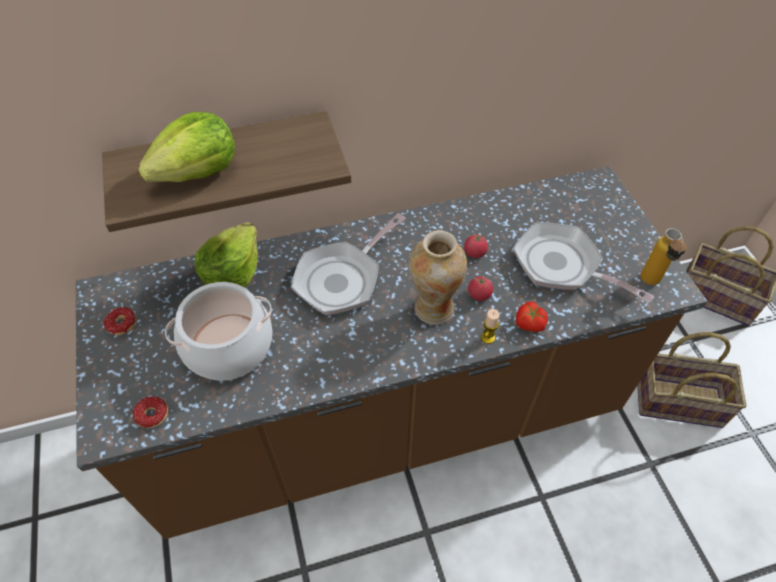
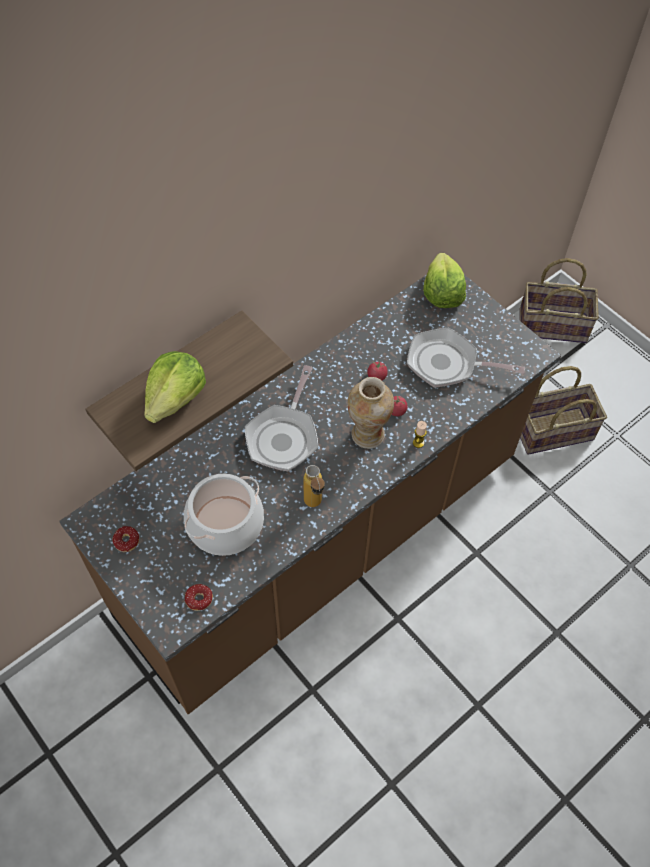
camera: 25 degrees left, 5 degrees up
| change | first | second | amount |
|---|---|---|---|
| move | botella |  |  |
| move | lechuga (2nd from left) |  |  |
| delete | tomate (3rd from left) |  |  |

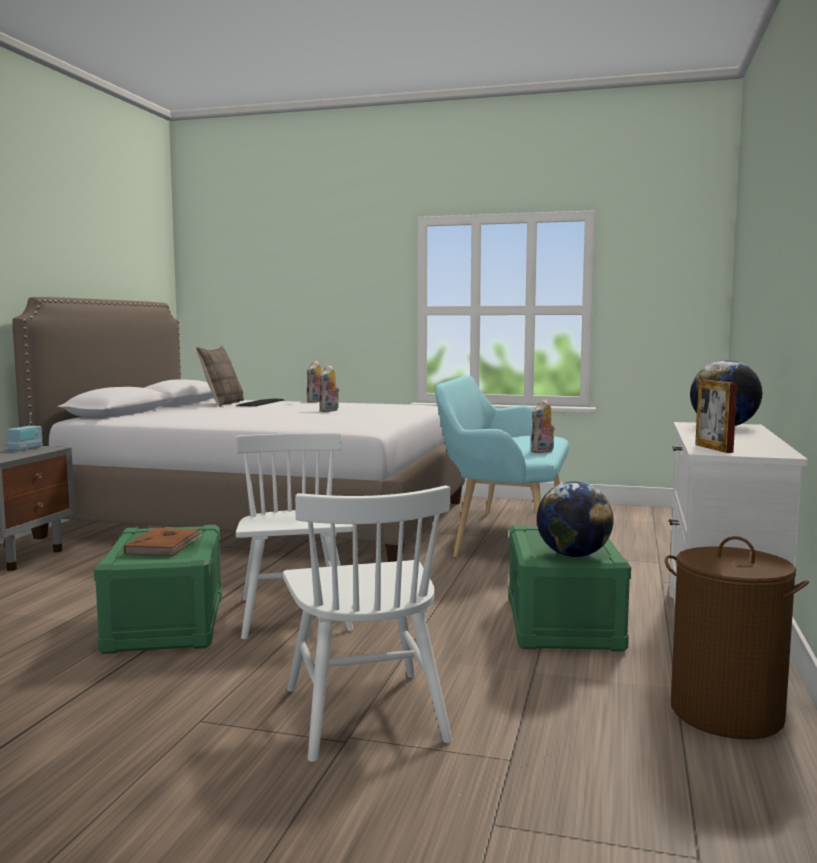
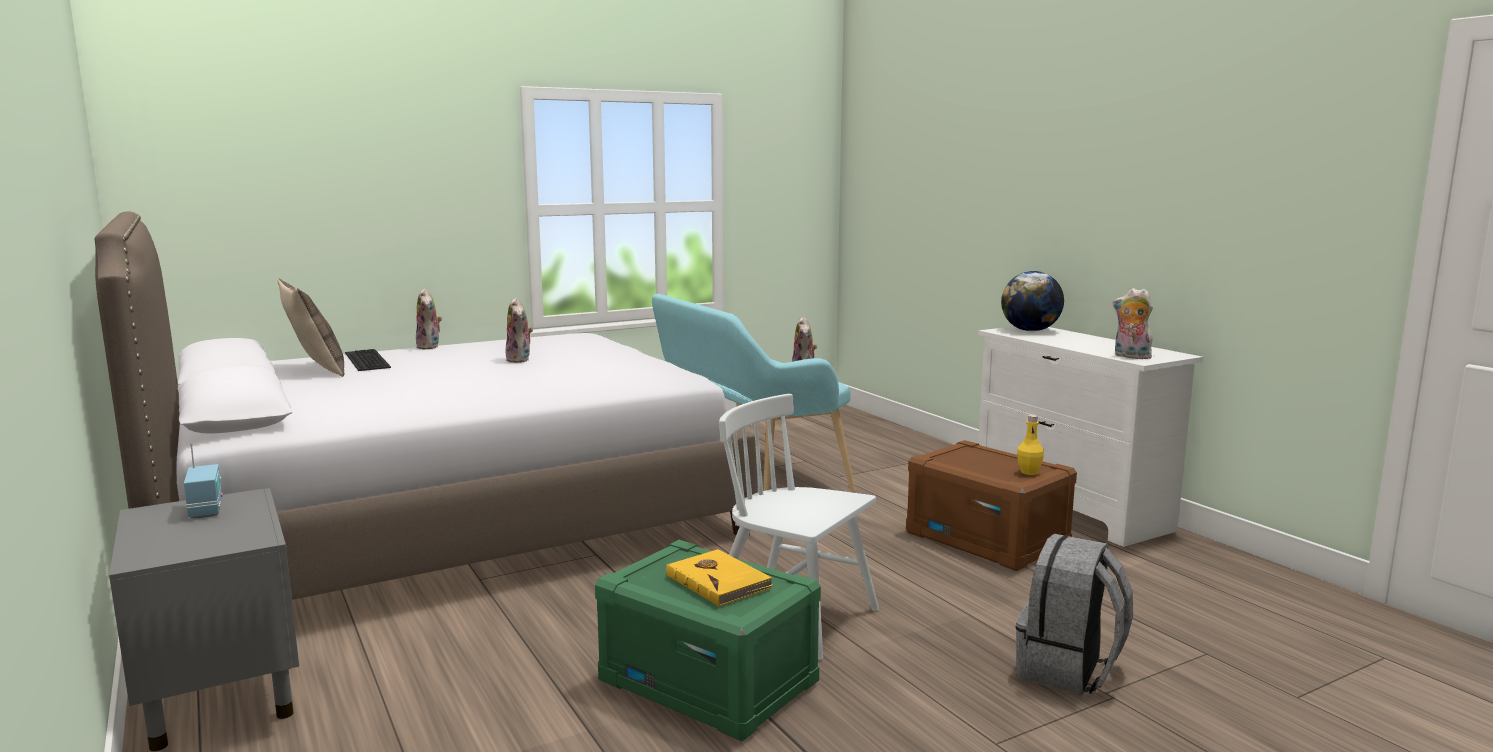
camera: 45 degrees left, 5 degrees up
| change | first | second | amount |
|---|---|---|---|
| recolor | libro (marrón) | libro (amarillo) |  |
| recolor | caja de almacenaje (verde) (2nd from left) | caja de almacenaje (marrón) |  |
| replace | silla (blanco) (2nd from left) | mochila (gris) |  |
| replace | globo terráqueo (1st from left) | botella (amarillo) |  |
| replace | portarretratos | peluche (4th from left) |  |
| delete | cesto de la ropa (marrón) |  |  |

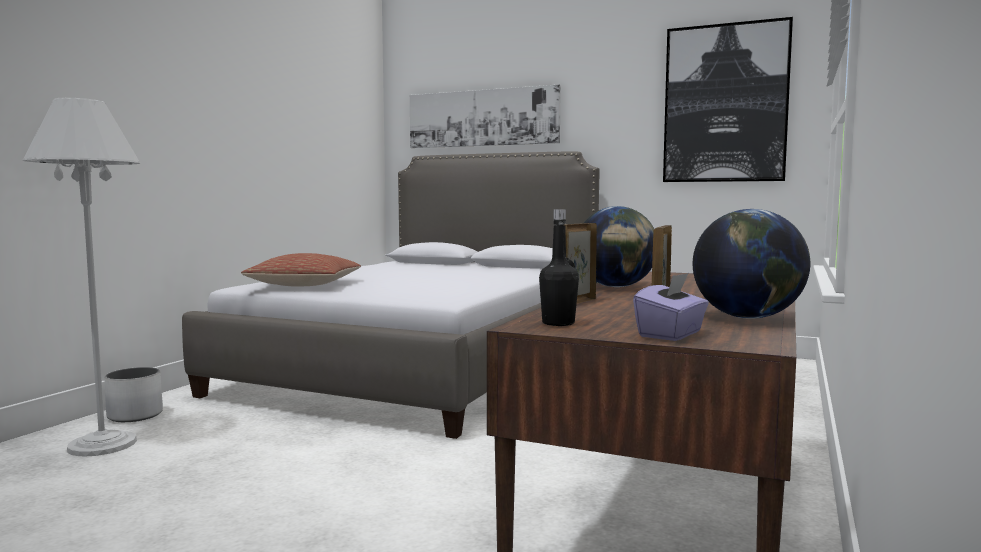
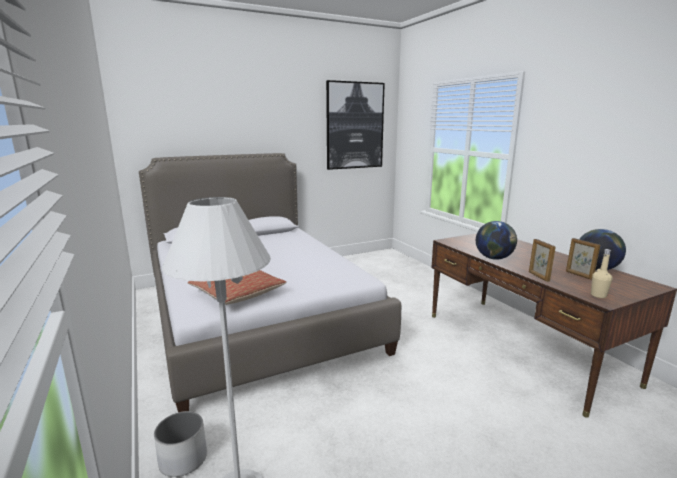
camera: 50 degrees left, 10 degrees up
| change | first | second | amount |
|---|---|---|---|
| recolor | botella (negro) | botella (beis) |  |
| delete | cuadro (1st from left) |  |  |
| delete | caja de pañuelos (morado) |  |  |

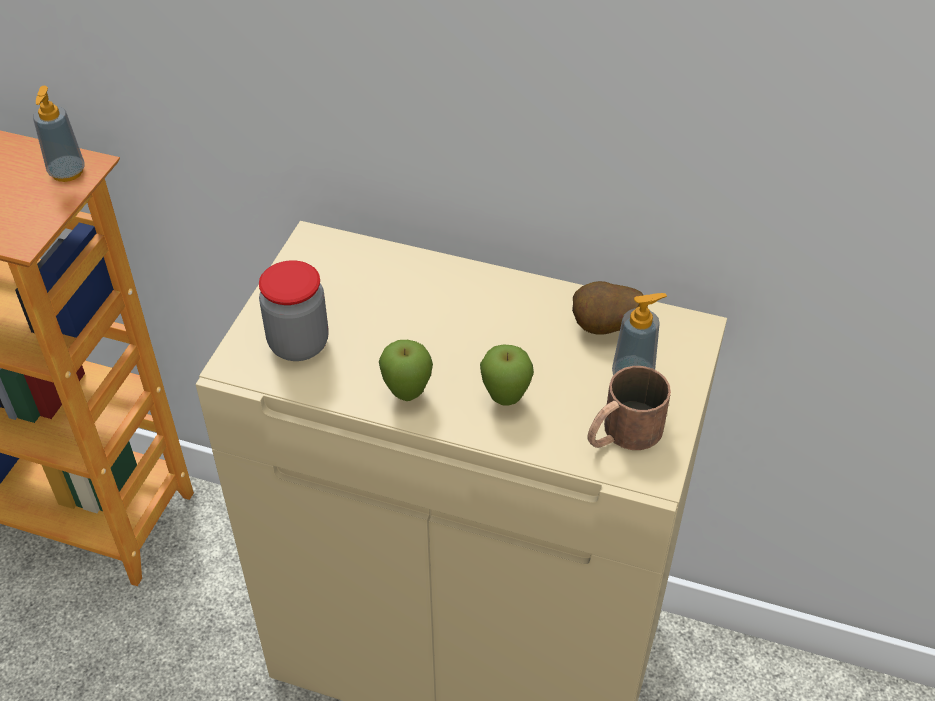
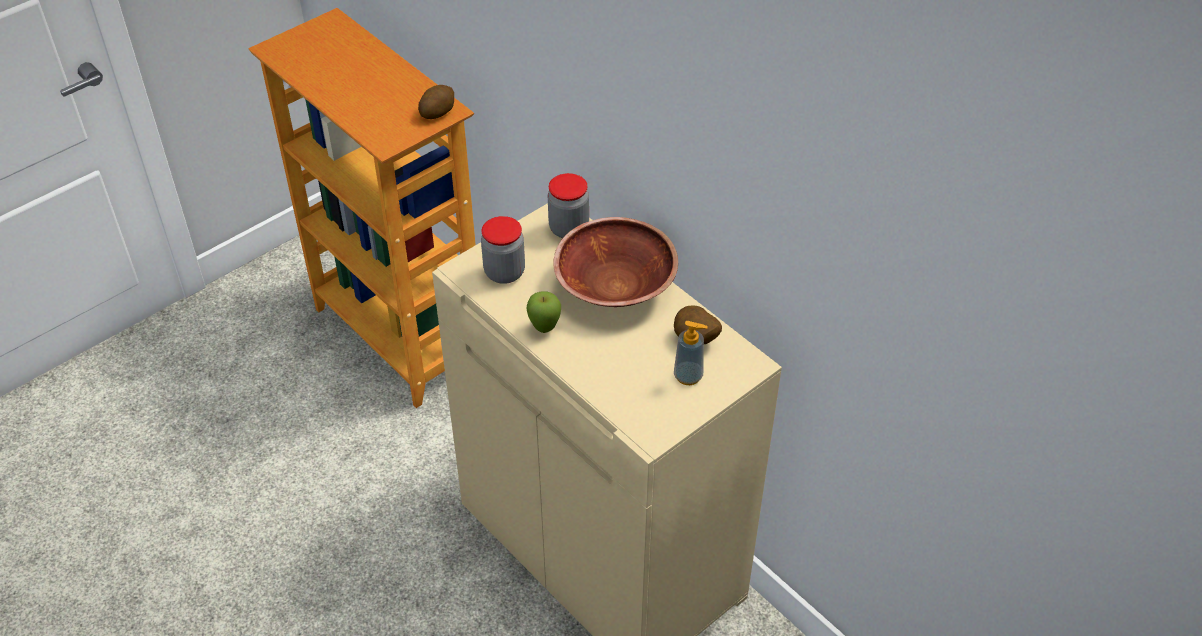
camera: 30 degrees right, 0 degrees up
| change | first | second | amount |
|---|---|---|---|
| replace | dispensador de jabón (1st from left) | patata (1st from left) |  |
| insert |  | tarro (2nd from left) |  |
| insert |  | cuenco (marrón) |  |
| delete | manzana (2nd from left) |  |  |
| delete | taza grande (marrón) |  |  |

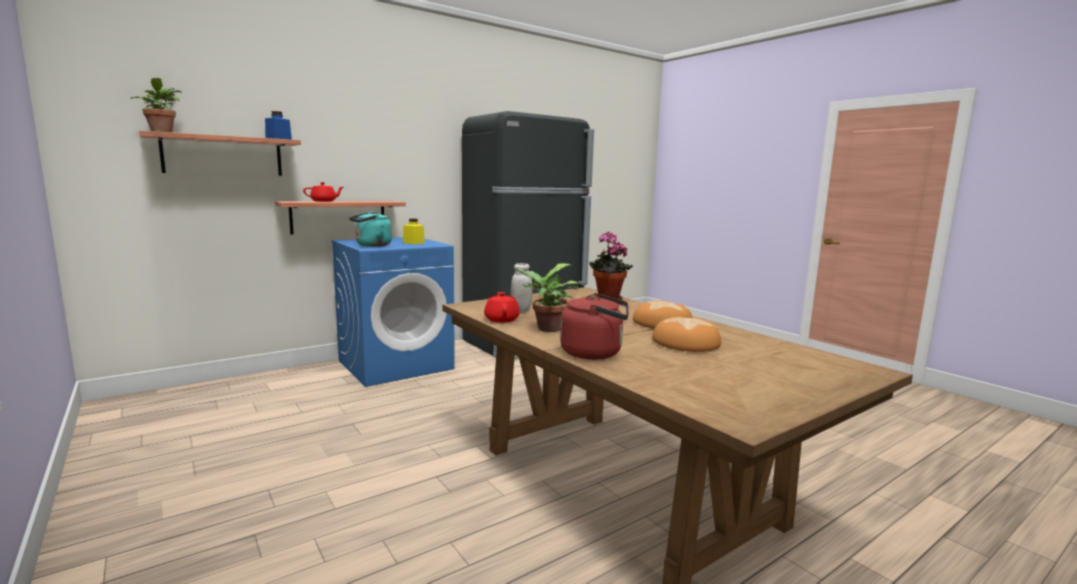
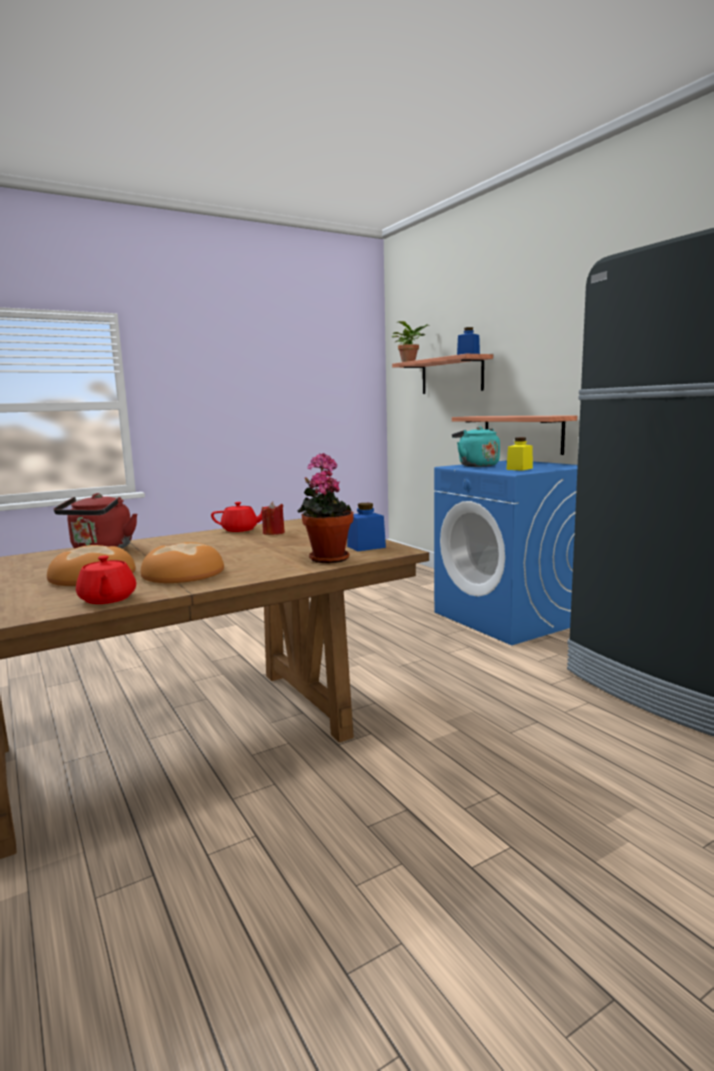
camera: 95 degrees right, 0 degrees up
| change | first | second | amount |
|---|---|---|---|
| move | tetera (rojo) (1st from left) |  |  |
| replace | tarro (blanco) | vela (rojo) |  |
| insert |  | tarro (azul) (1st from left) |  |
| delete | planta en maceta (2nd from left) |  |  |

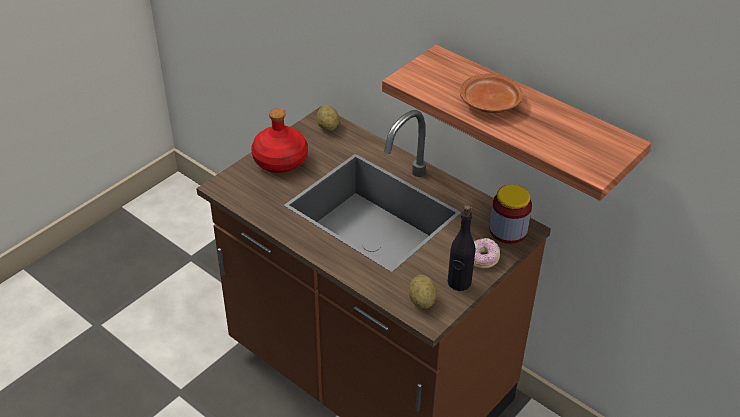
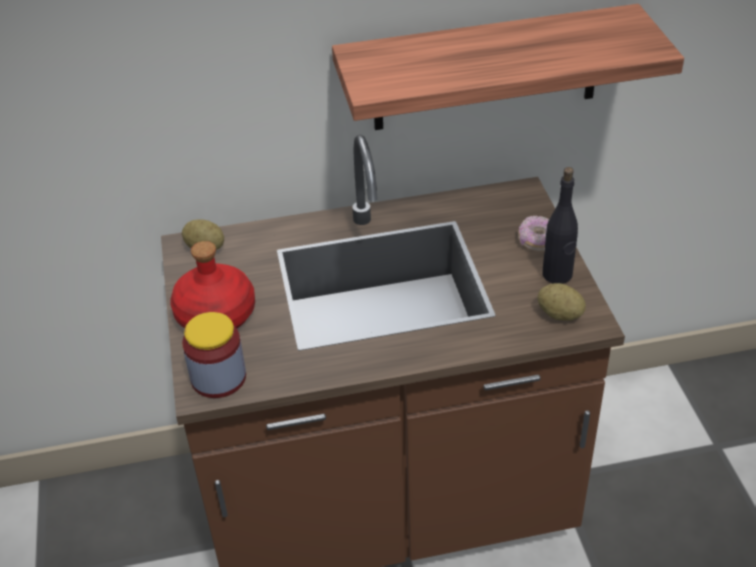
camera: 50 degrees left, 0 degrees up
| change | first | second | amount |
|---|---|---|---|
| move | tarro |  |  |
| delete | plato (marrón) |  |  |

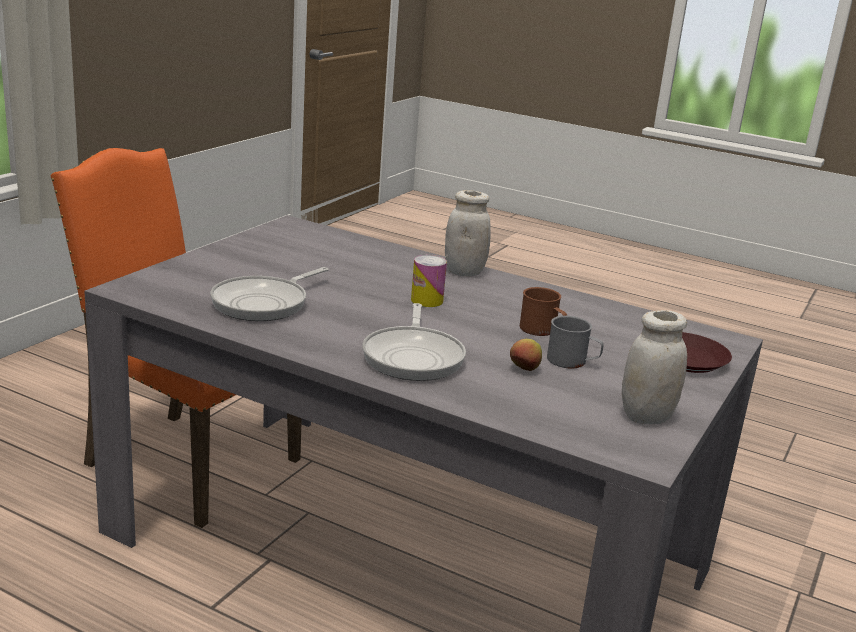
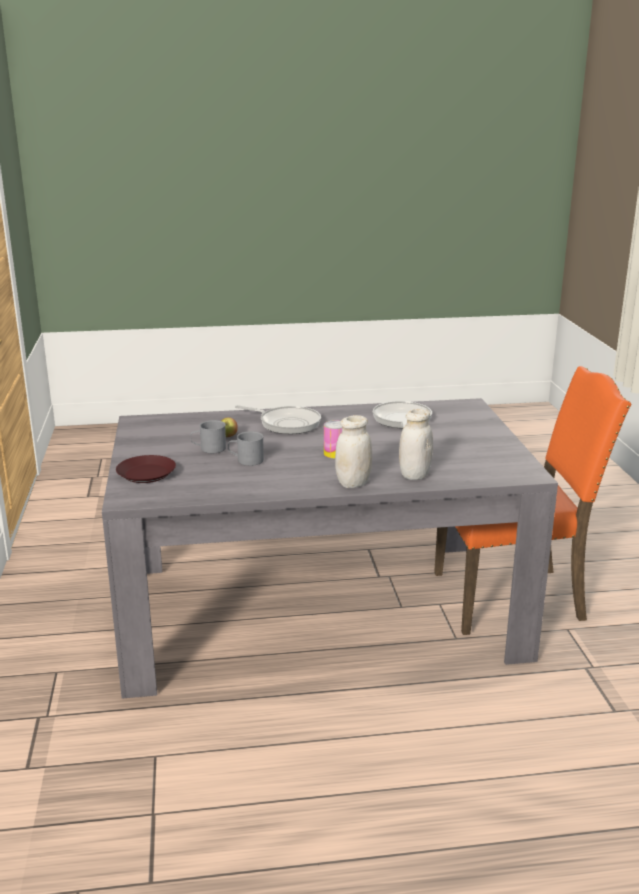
camera: 145 degrees right, 0 degrees up
| change | first | second | amount |
|---|---|---|---|
| recolor | taza grande (marrón) | taza grande (gris) (2nd from left) |  |
| rotate | sartén (2nd from left in the first image) | sartén (1st from left) | 150 degrees clockwise |
| move | tarro (blanco) (2nd from left) |  |  |

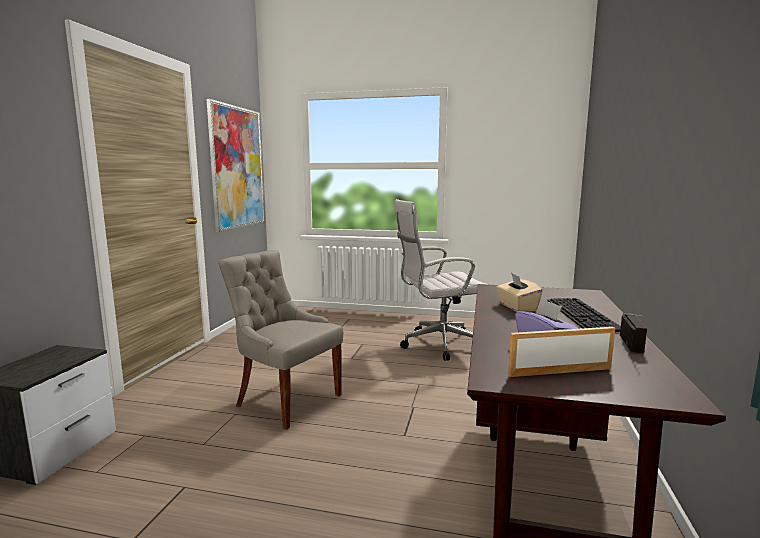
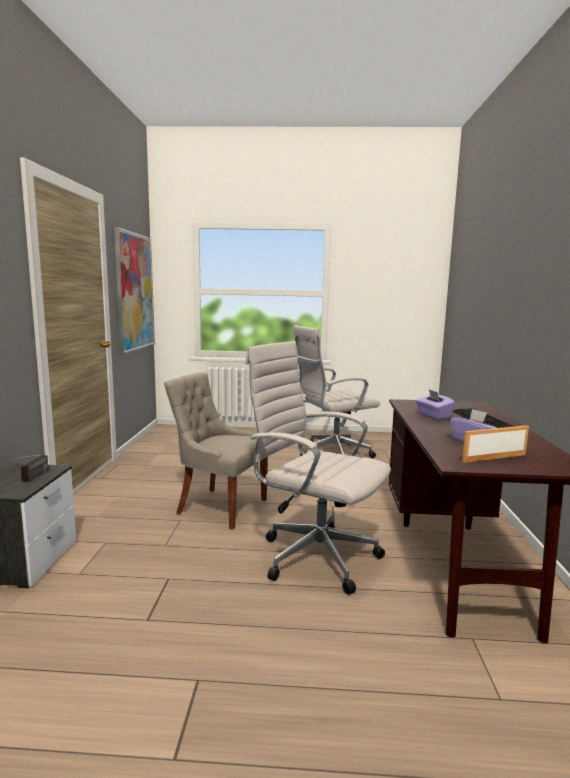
camera: 10 degrees left, 0 degrees up
| change | first | second | amount |
|---|---|---|---|
| move | radio |  |  |
| insert |  | silla de oficina (blanco) (1st from left) |  |
| recolor | caja de pañuelos (beis) | caja de pañuelos (morado) (1st from left) |  |

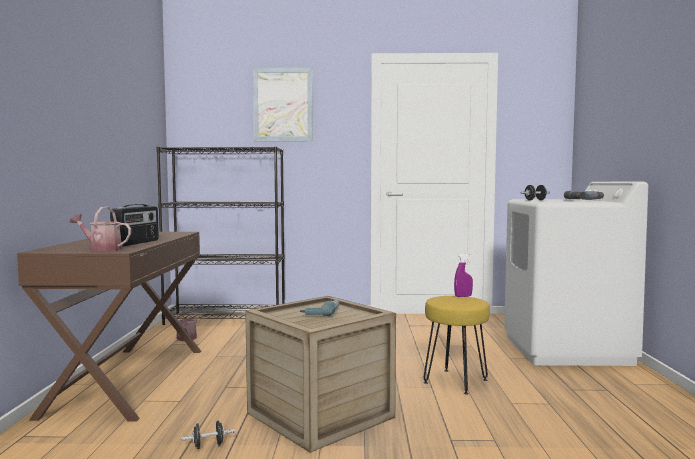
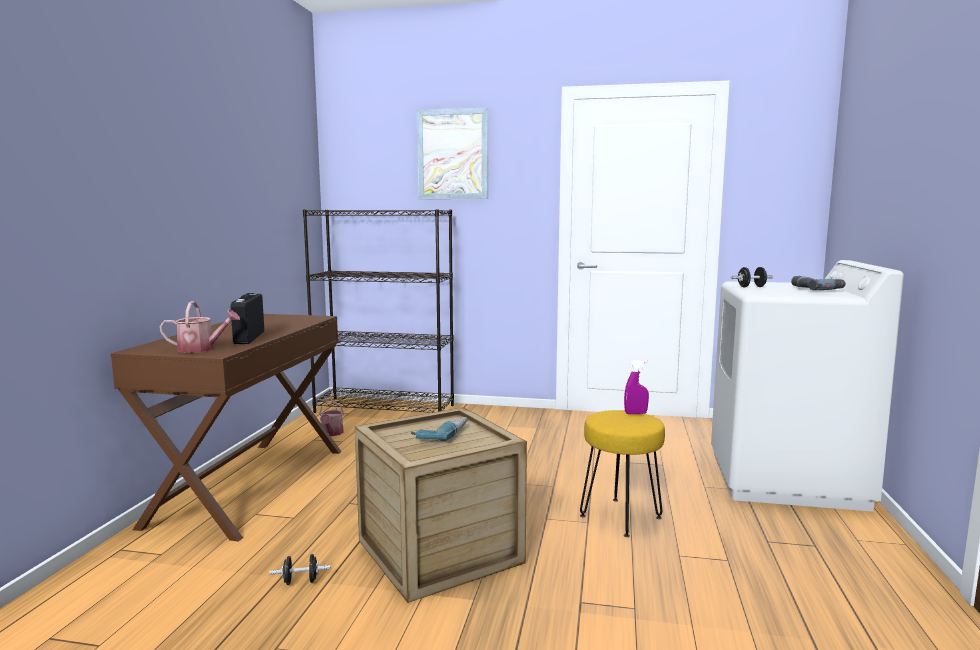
camera: 10 degrees right, 5 degrees up
| change | first | second | amount |
|---|---|---|---|
| rotate | regadera (1st from left) |  | 150 degrees clockwise |
| rotate | radio |  | 150 degrees clockwise |

